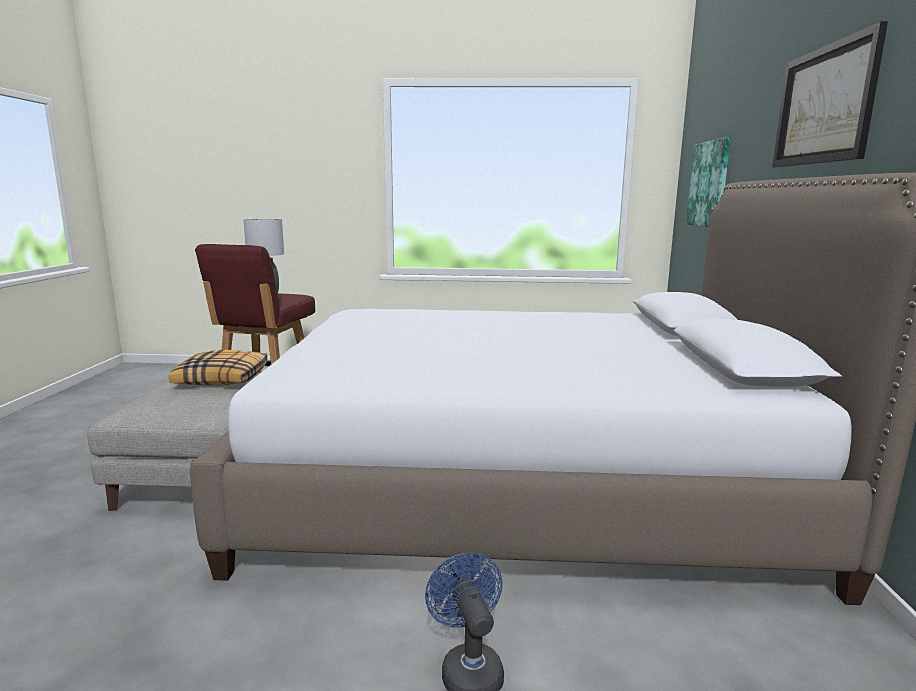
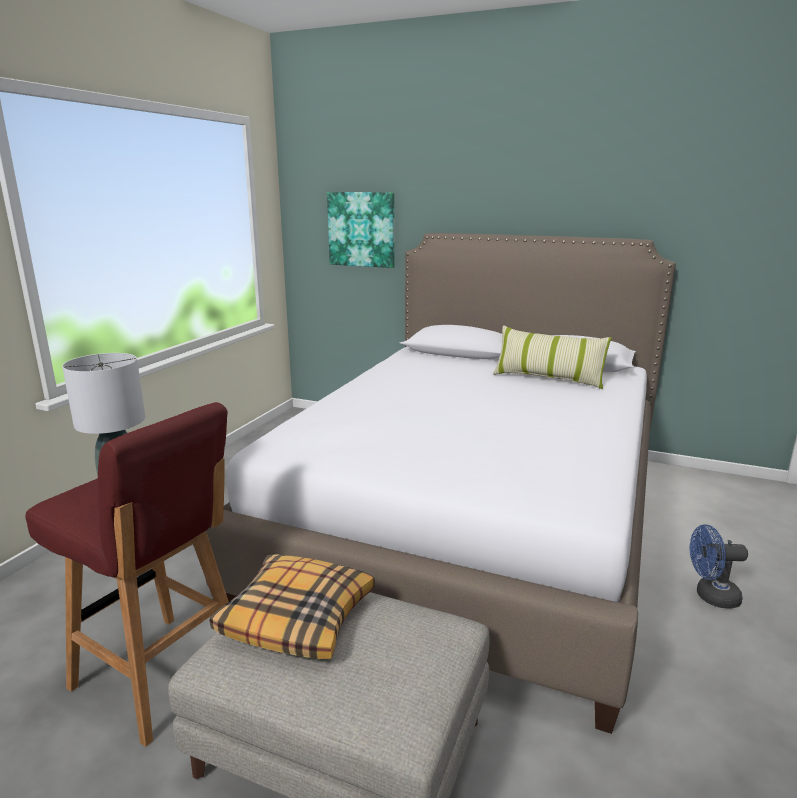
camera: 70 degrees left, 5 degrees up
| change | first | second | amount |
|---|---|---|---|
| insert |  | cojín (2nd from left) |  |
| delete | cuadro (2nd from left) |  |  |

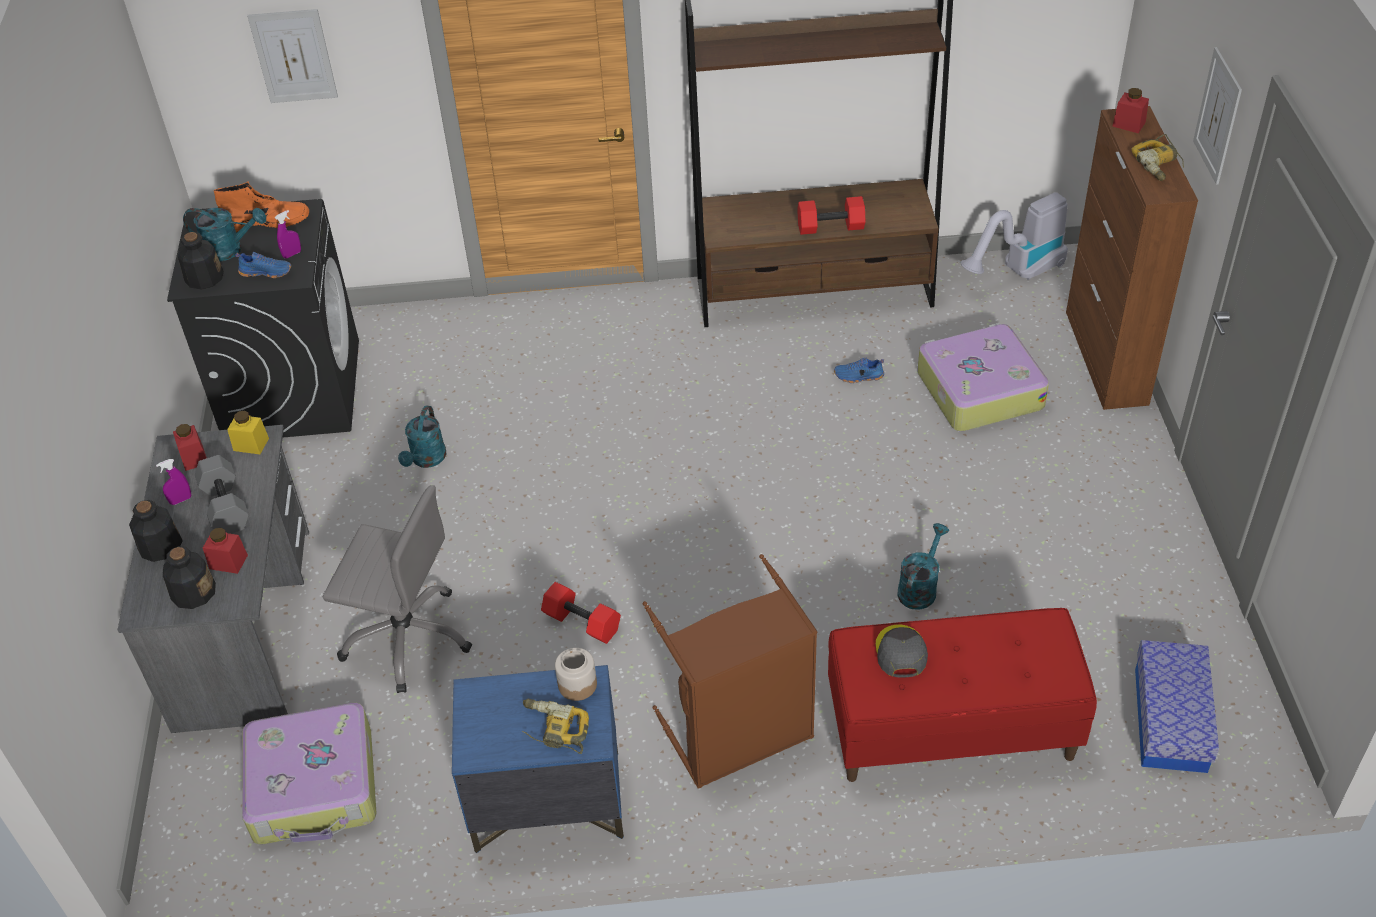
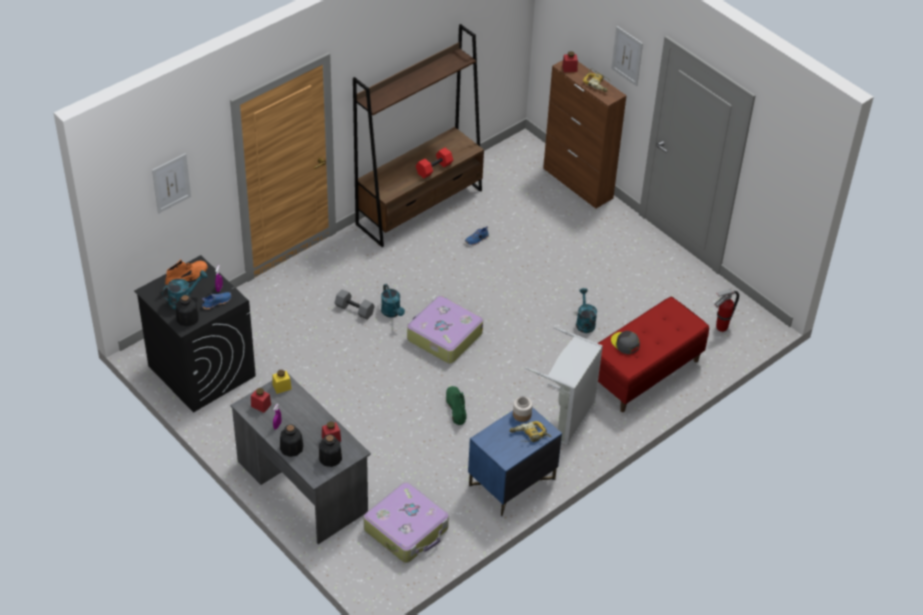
camera: 40 degrees left, 0 degrees up
| change | first | second | amount |
|---|---|---|---|
| move | mancuerna (gris) |  |  |
| move | regadera (turquesa) (2nd from left) |  |  |
| move | maleta (2nd from left) |  |  |
| replace | mancuerna (rojo) (1st from left) | bota (verde) |  |
| recolor | cesto de la ropa (marrón) | cesto de la ropa (gris) |  |
| replace | caja de almacenaje | extintor |  |
| delete | silla de oficina (gris) |  |  |
| delete | aspiradora |  |  |

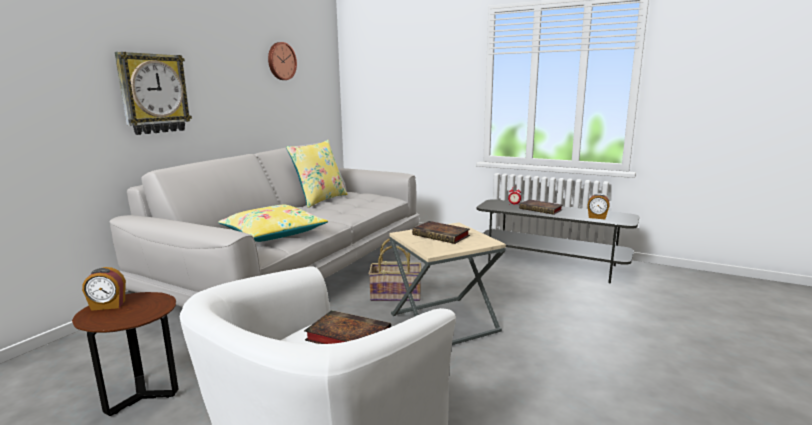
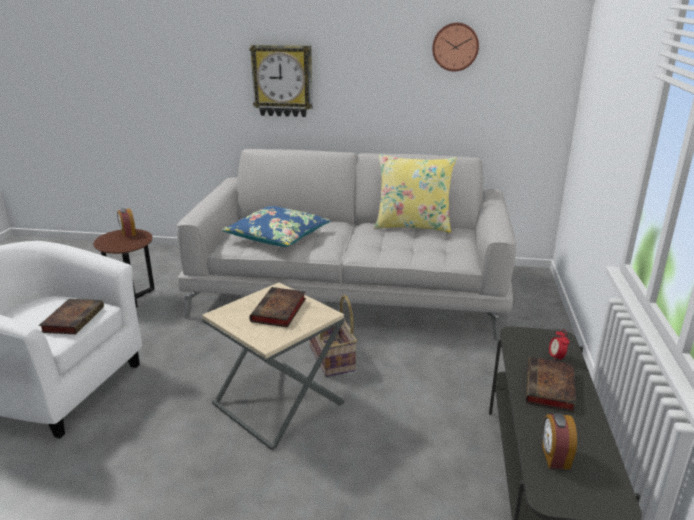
camera: 70 degrees right, 10 degrees up
| change | first | second | amount |
|---|---|---|---|
| recolor | cojín (amarillo) (1st from left) | cojín (azul) |  |

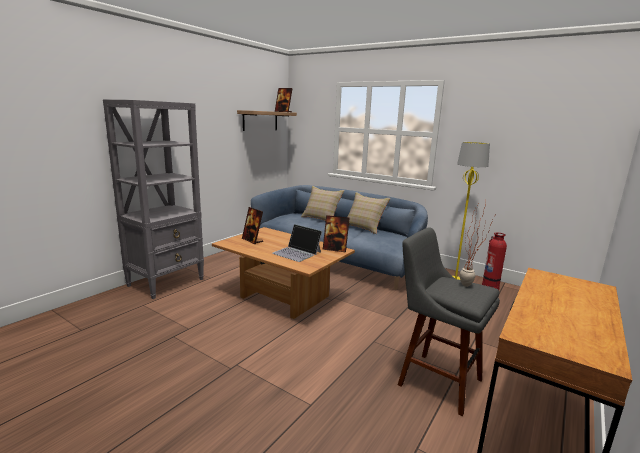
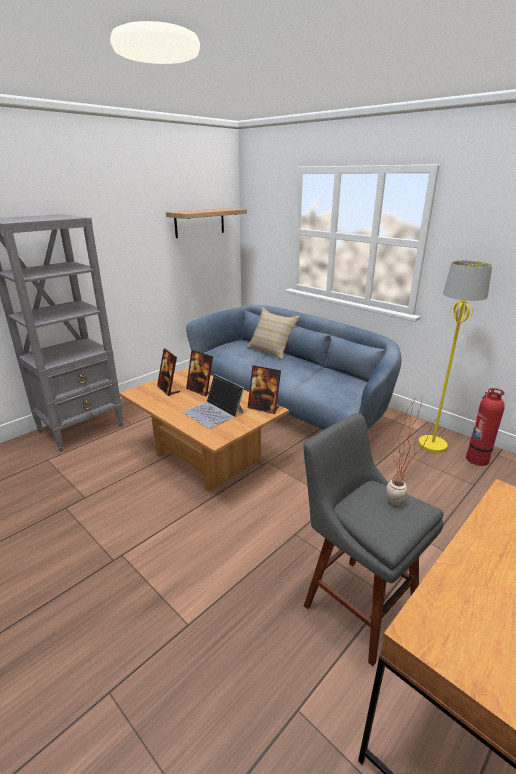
camera: 10 degrees right, 10 degrees up
| change | first | second | amount |
|---|---|---|---|
| move | portarretratos (2nd from left) |  |  |
| delete | cojín (beis) (2nd from left) |  |  |

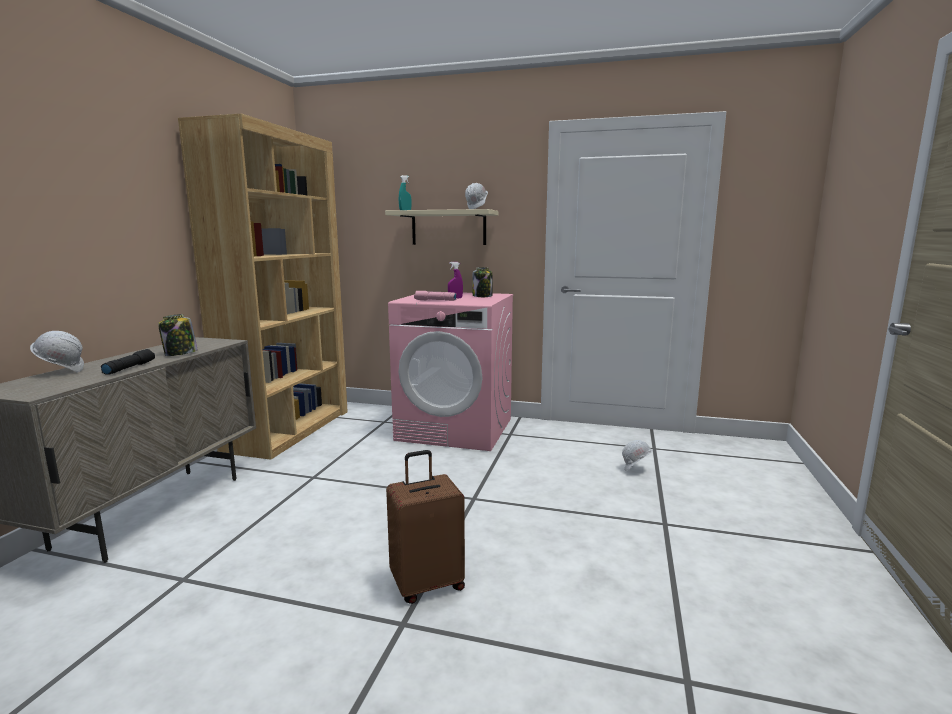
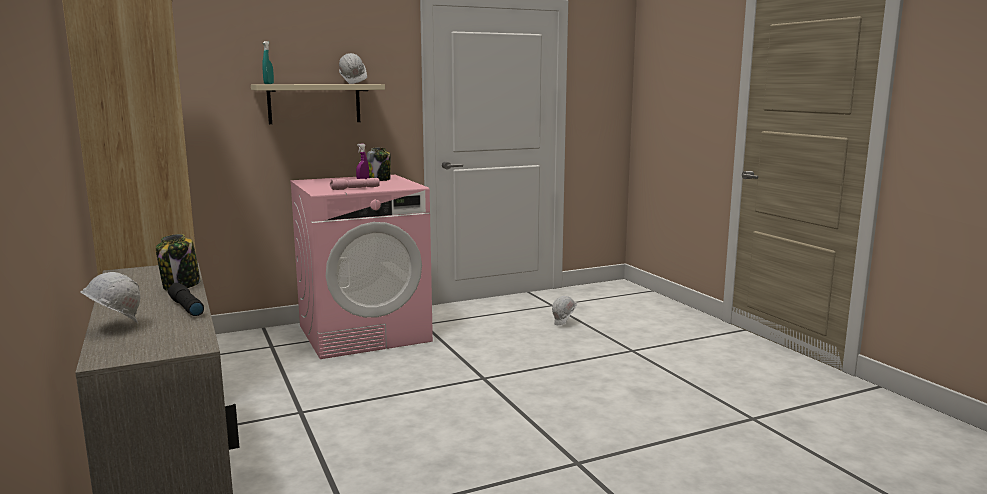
camera: 40 degrees left, 0 degrees up
| change | first | second | amount |
|---|---|---|---|
| delete | maleta (marrón) |  |  |

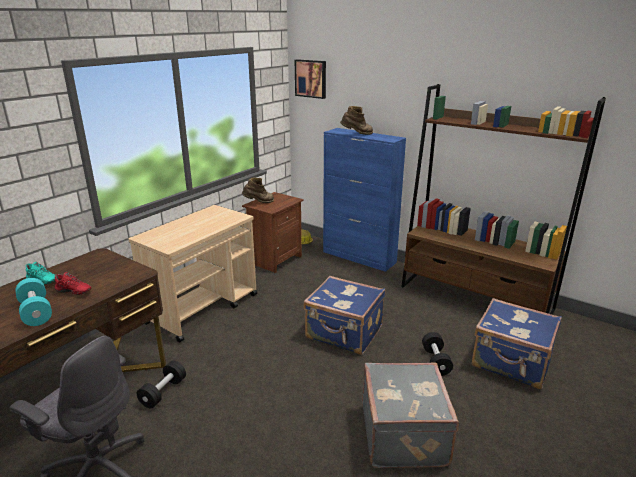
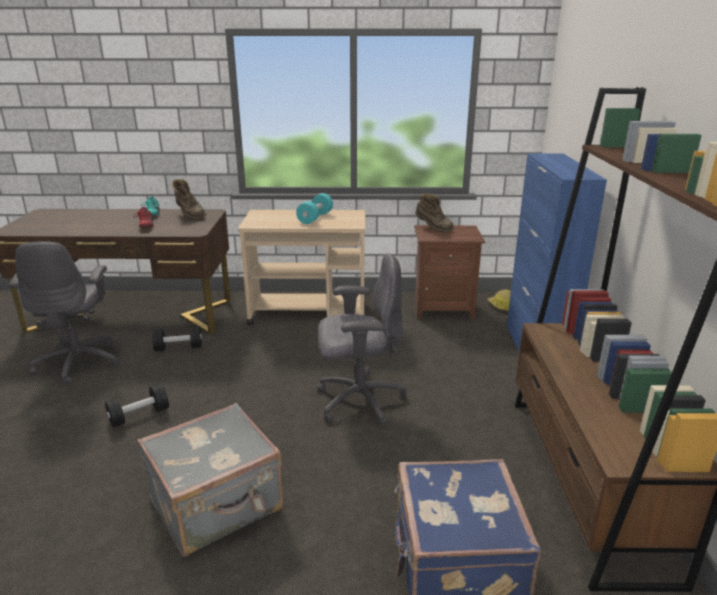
camera: 55 degrees right, 0 degrees up
| change | first | second | amount |
|---|---|---|---|
| move | mancuerna (negro) (2nd from left in the first image) | mancuerna (negro) (1st from left) |  |
| move | bota (marrón) (2nd from left in the first image) | bota (marrón) (1st from left) |  |
| move | mancuerna (turquesa) |  |  |
| replace | maleta (azul) (1st from left) | silla de oficina (gris) (2nd from left) |  |
| delete | cuadro |  |  |

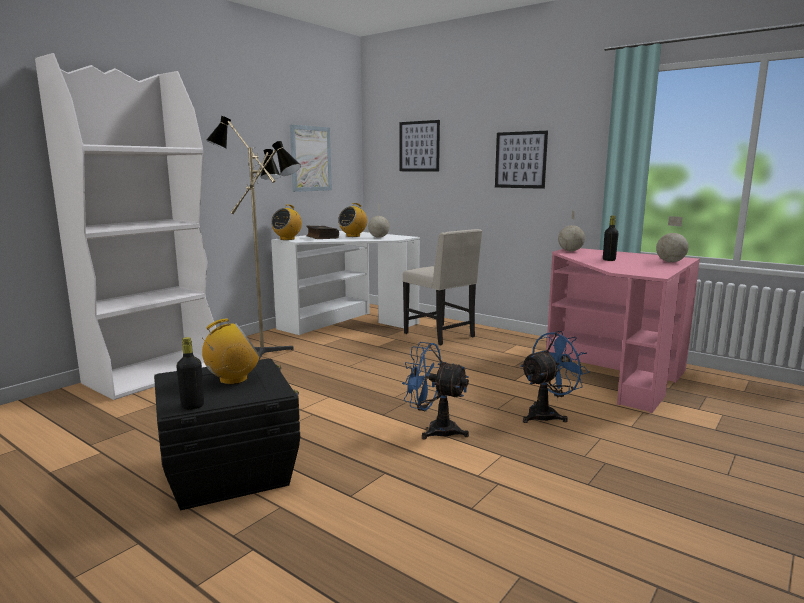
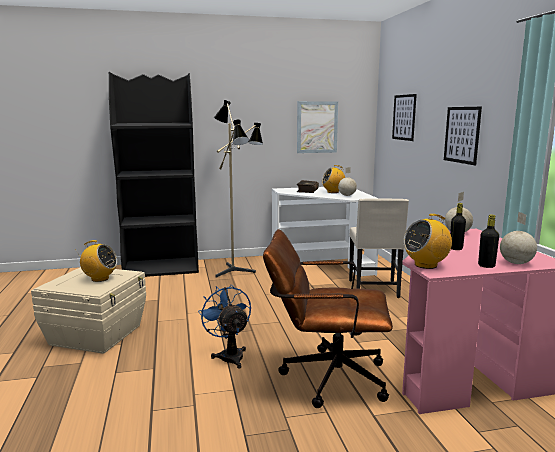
camera: 40 degrees right, 0 degrees up
| change | first | second | amount |
|---|---|---|---|
| recolor | caja de almacenaje (negro) | caja de almacenaje (beis) |  |
| recolor | estantería (blanco) | estantería (negro) |  |
| replace | ventilador (azul) (2nd from left) | silla de oficina (marrón) |  |
| move | radio (2nd from left in the first image) | radio (3rd from left) |  |
| move | botella (negro) (1st from left in the first image) | botella (negro) (2nd from left) |  |

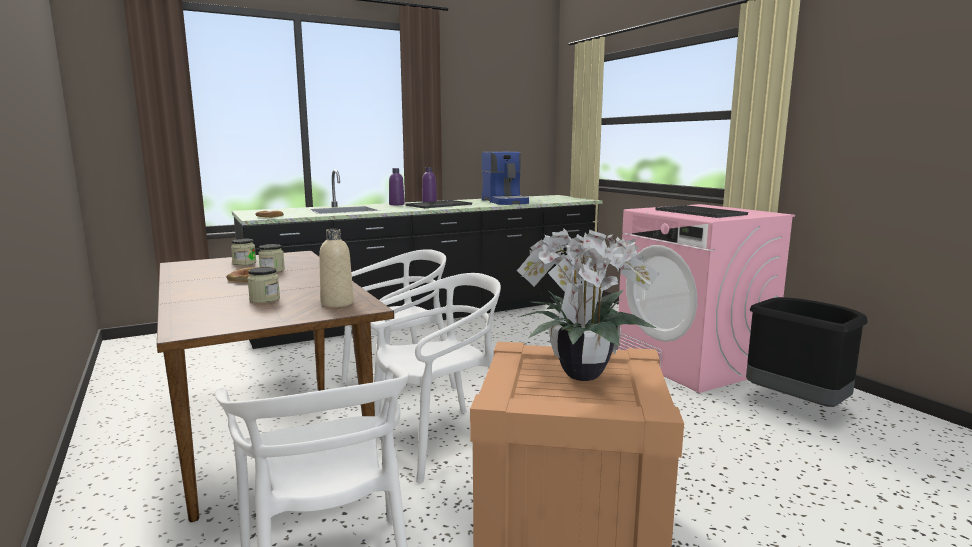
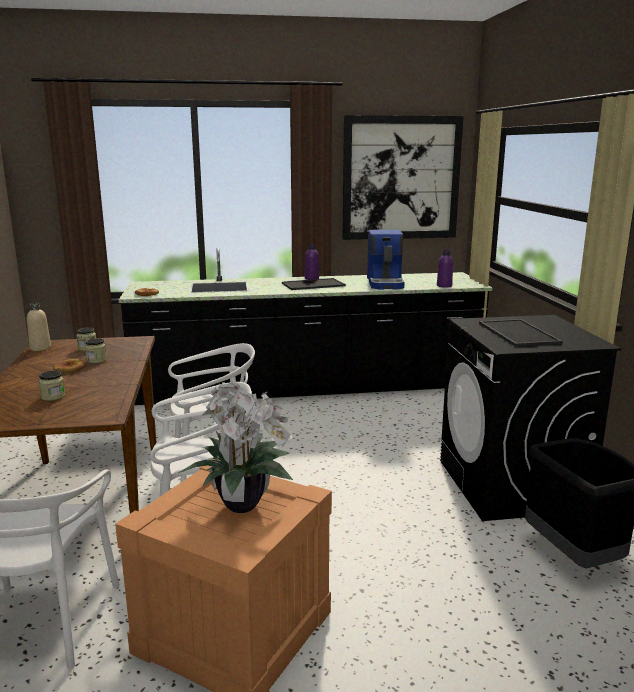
camera: 20 degrees right, 5 degrees up
| change | first | second | amount |
|---|---|---|---|
| move | botella (beis) |  |  |
| insert |  | cuadro |  |
| move | botella (morado) (1st from left in the first image) | botella (morado) (2nd from left) |  |
| recolor | lavadora (rosa) | lavadora (negro) |  |

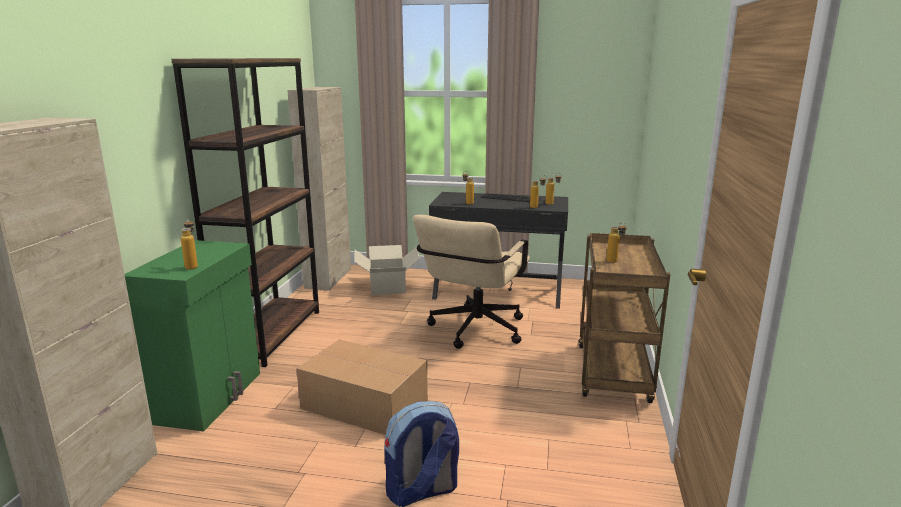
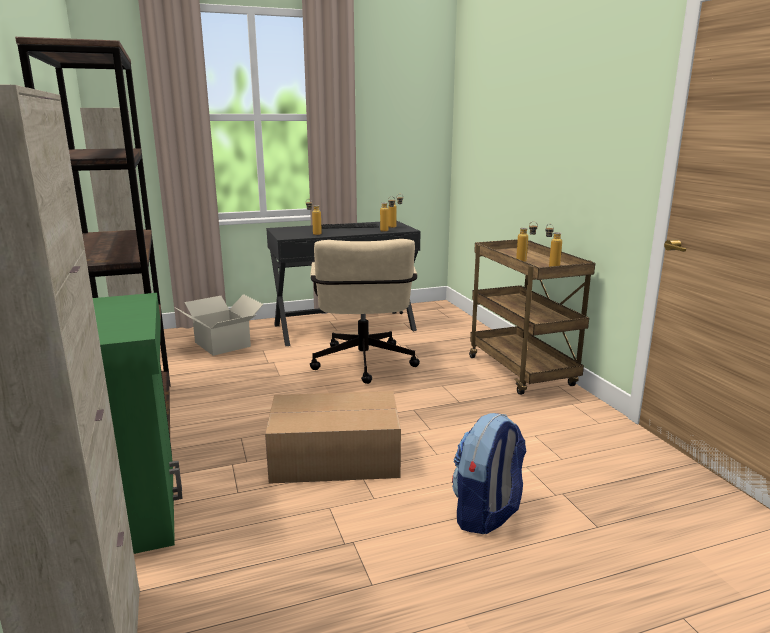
camera: 30 degrees left, 0 degrees up
| change | first | second | amount |
|---|---|---|---|
| move | botella (1st from left in the first image) | botella (5th from left) |  |

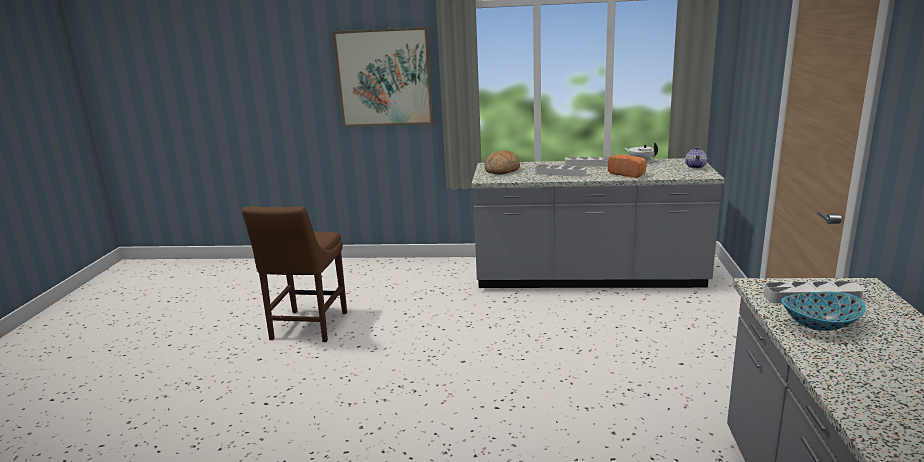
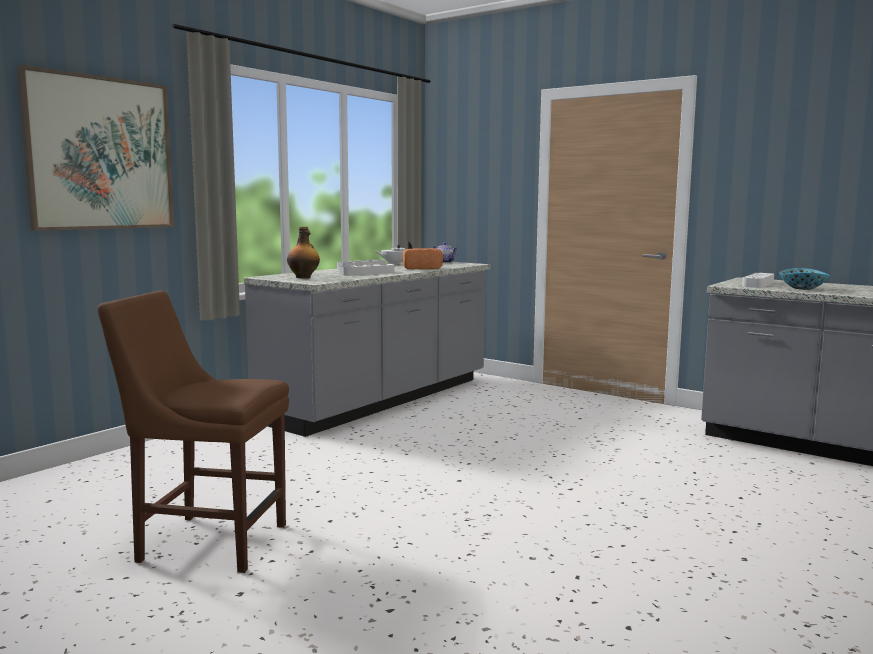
camera: 60 degrees left, 10 degrees down
| change | first | second | amount |
|---|---|---|---|
| rotate | silla (marrón) |  | 150 degrees clockwise |
| replace | pan (1st from left) | botella |  |

